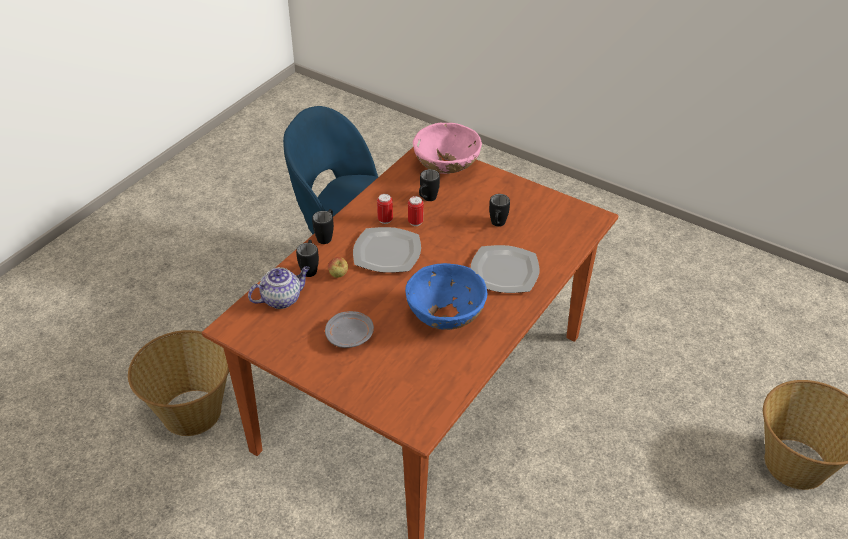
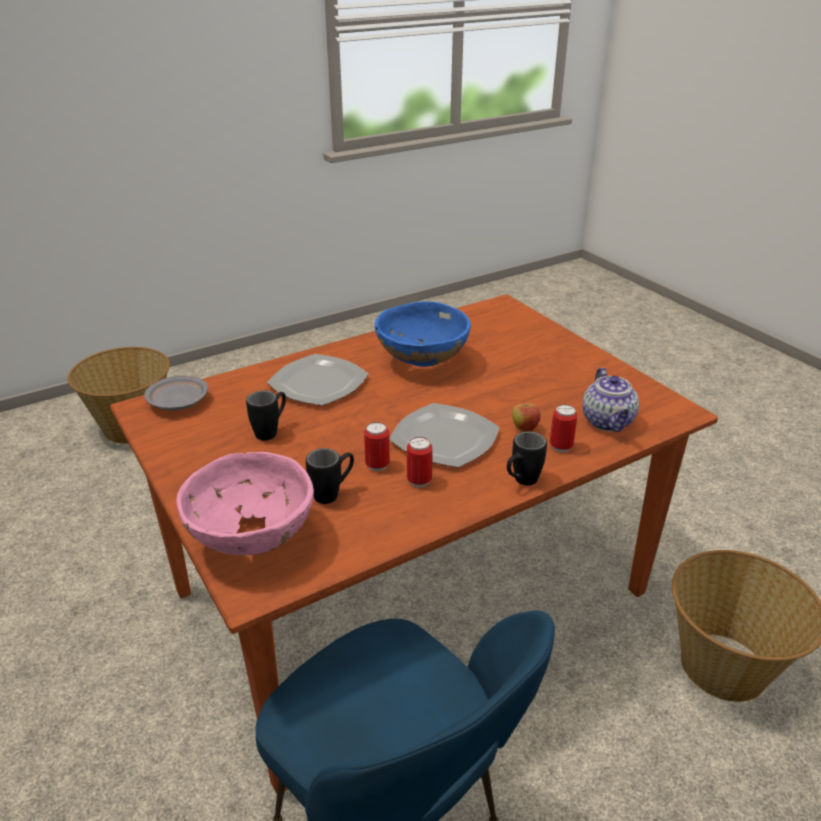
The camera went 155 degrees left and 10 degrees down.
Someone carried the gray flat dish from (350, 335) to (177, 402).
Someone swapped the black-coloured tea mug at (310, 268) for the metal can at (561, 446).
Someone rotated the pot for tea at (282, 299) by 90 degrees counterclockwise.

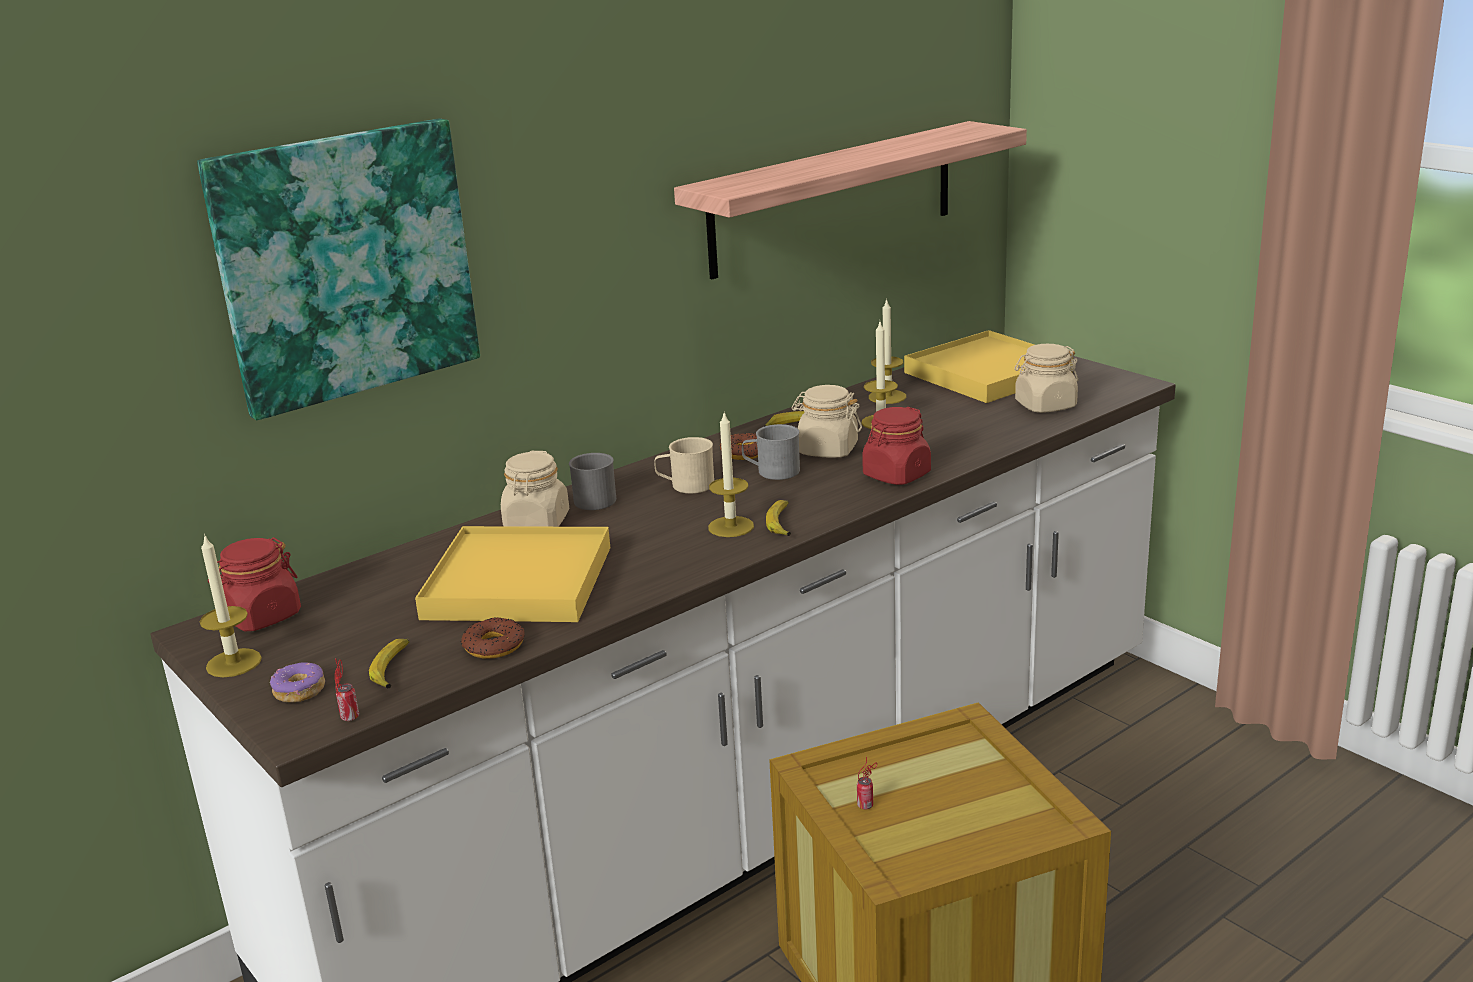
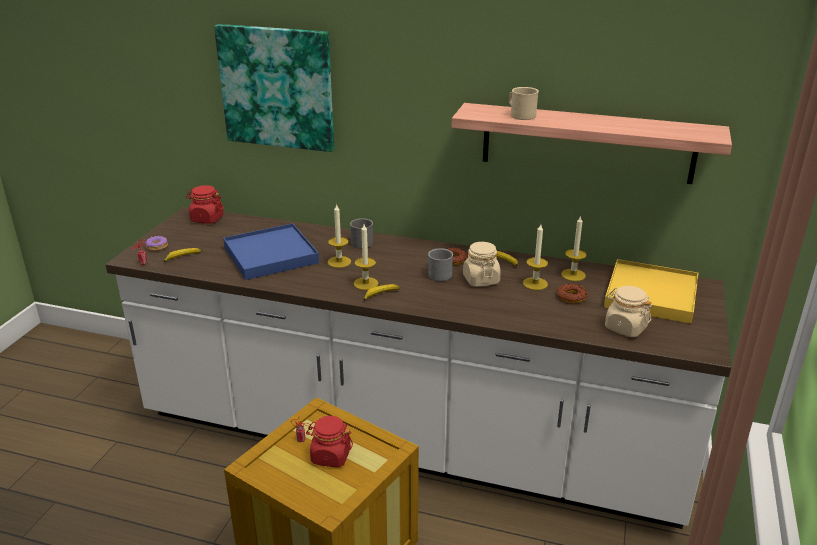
The camera went 55 degrees right and 5 degrees up.
Someone repainted the yellowish serving tray at (519, 582), which became the blue serving tray at (271, 255).
Someone carried the reddish storage jar from (896, 475) to (330, 456).
Someone carried the wax candle from (234, 663) to (339, 262).
Someone carried the beige-coloured tea mug from (685, 485) to (520, 115).
Someone carried the ring doughnut from (494, 646) to (571, 297).
Someone took away the beige-coloured storage jar at (537, 522).

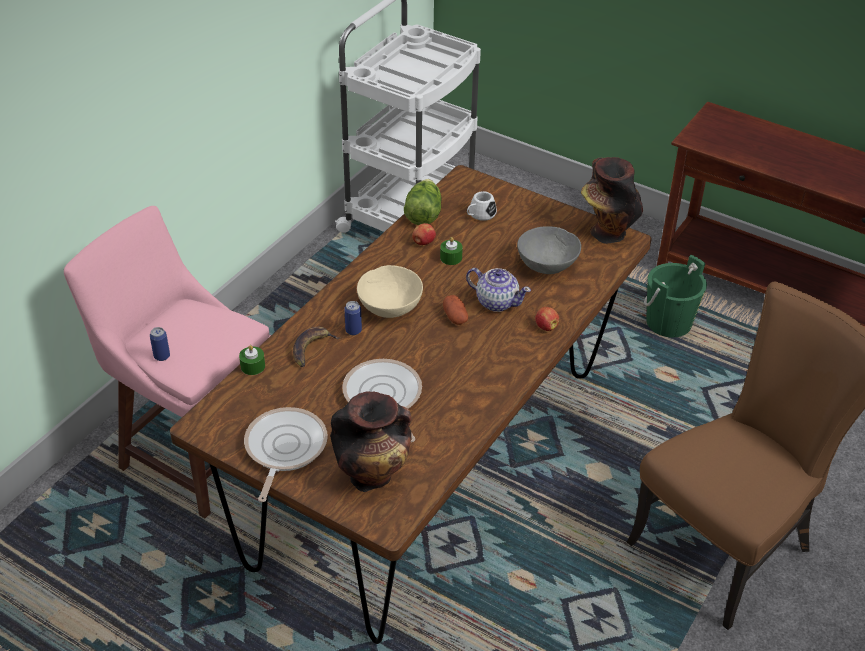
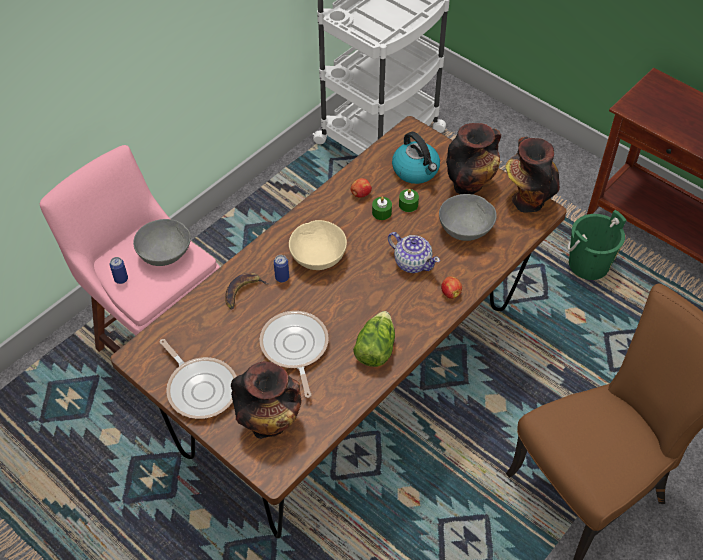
The camera went 10 degrees right and 10 degrees up.
Someone put down the gray serving bowl at (165, 254).
Someone rotated the pan at (283, 449) by 120 degrees clockwise.
Someone carried the head of lettuce from (423, 213) to (375, 348).
Someone swapped the white-coloured tea mug at (479, 215) for the water kettle at (416, 170).
Someone carried the greenish wax candle from (252, 366) to (408, 205).
Someone put down the decorative vase at (469, 184).
Someone took away the potato at (455, 317).

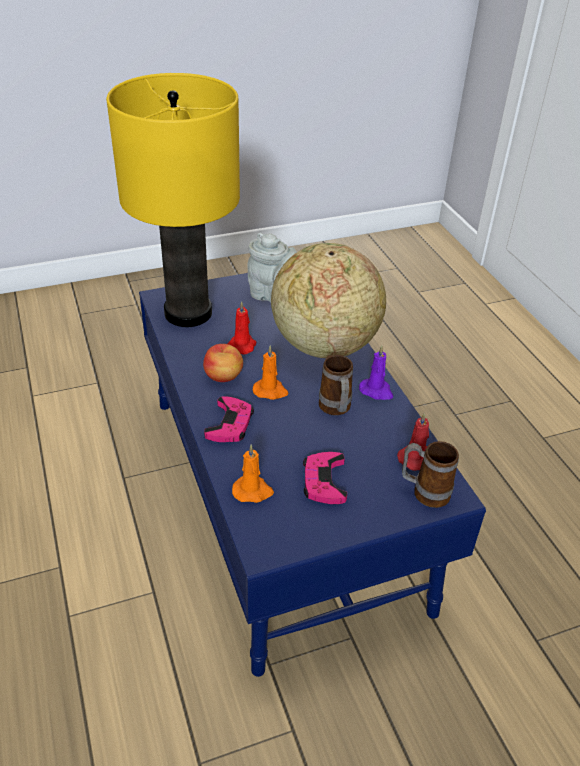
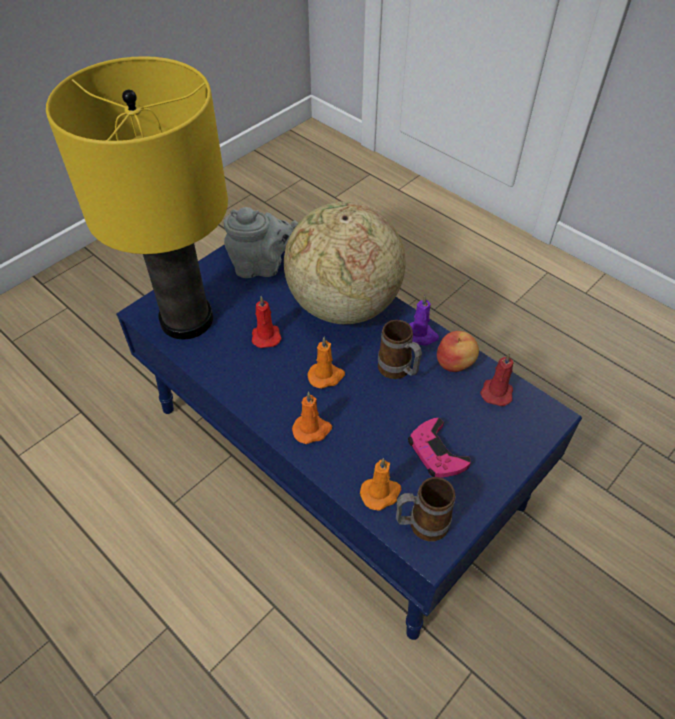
The camera went 25 degrees left and 10 degrees up.
Someone swapped the pinkish game controller at (230, 424) for the orange-coloured wax candle at (312, 430).
Someone carried the tea mug from (424, 492) to (420, 525).
Someone carried the apple fruit from (223, 376) to (455, 363).

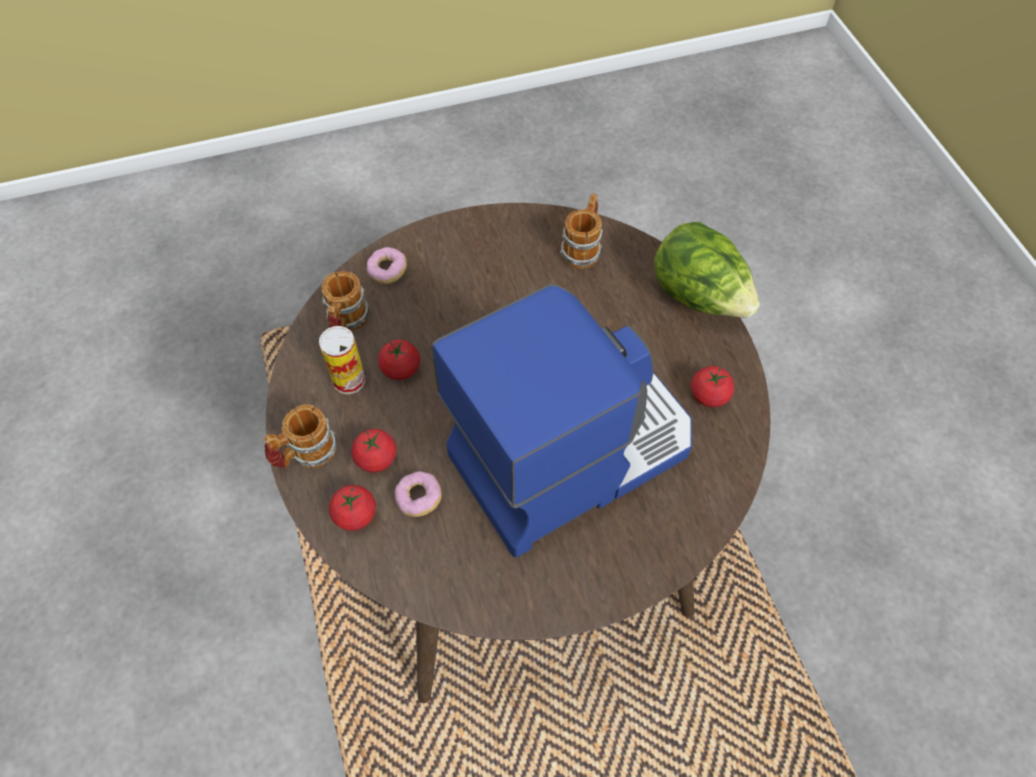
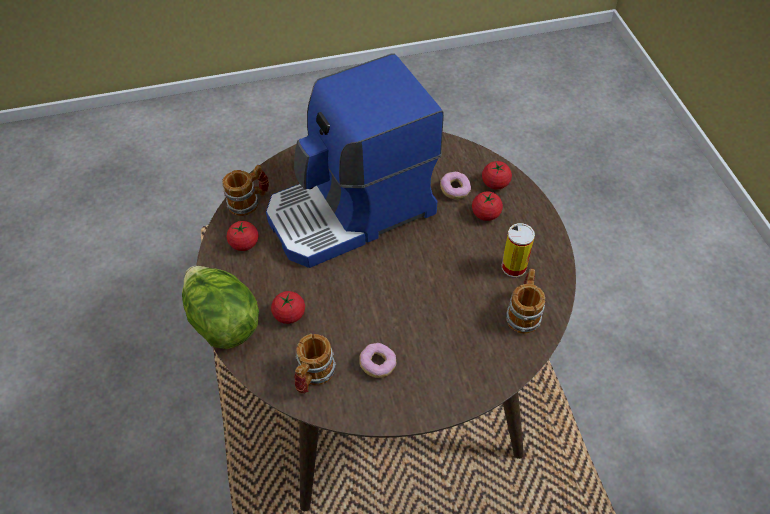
The camera went 175 degrees left and 5 degrees down.
Someone carried the tea mug from (305, 454) to (249, 202).
Someone carried the fresh tomato from (401, 369) to (289, 314).
Someone carried the ring doughnut from (388, 271) to (378, 364).

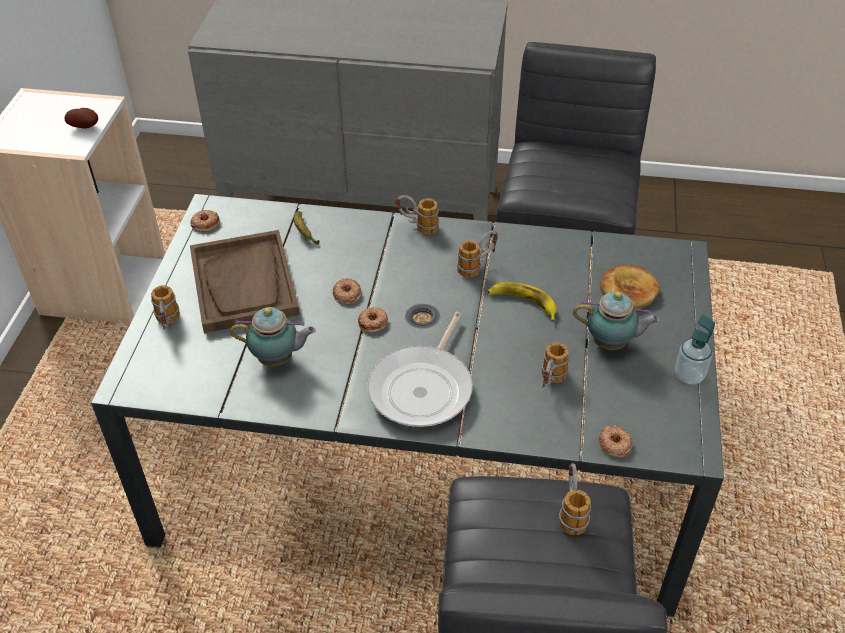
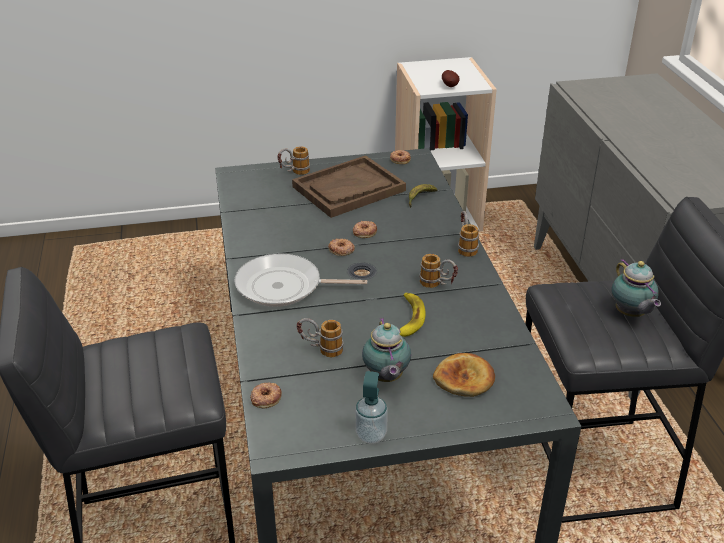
The camera went 70 degrees right and 10 degrees down.
Someone carried the pot for tea from (278, 359) to (630, 314).
Someone took away the tea mug at (571, 511).

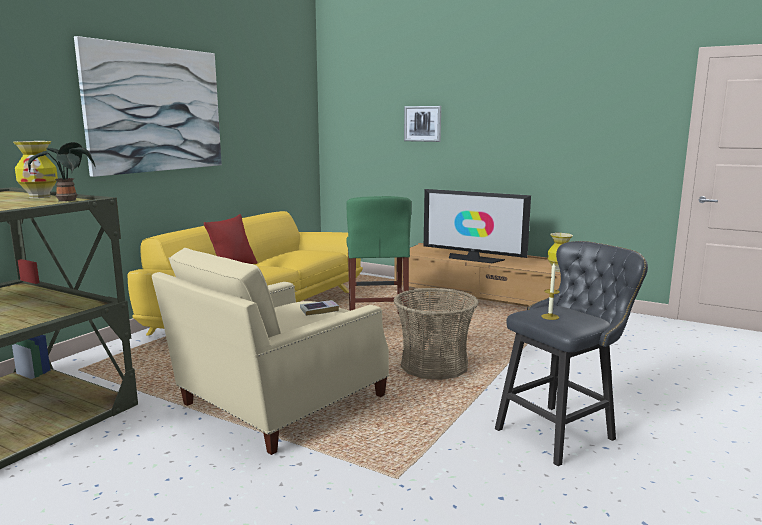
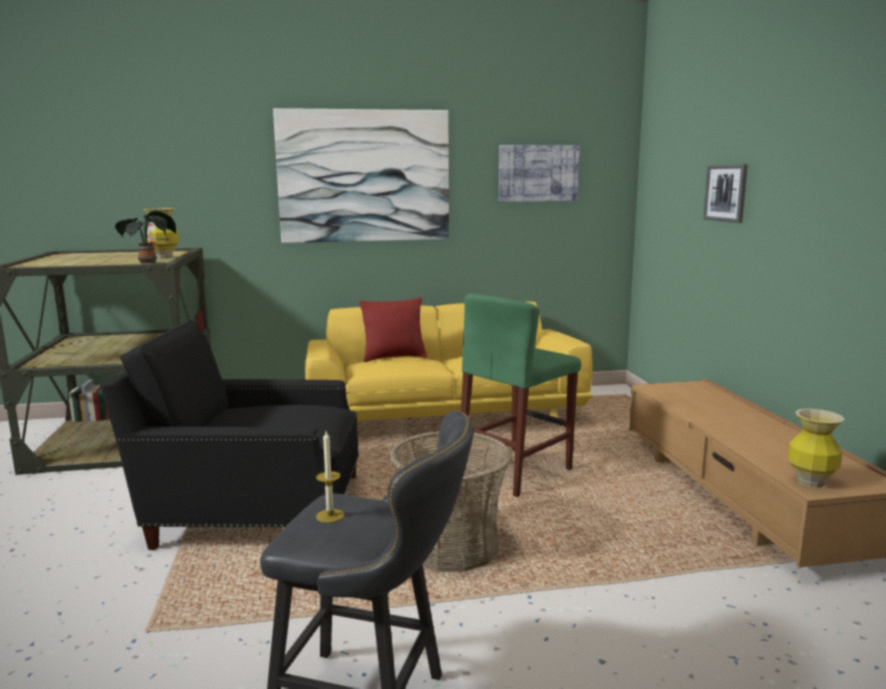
The camera went 50 degrees right and 0 degrees up.
Someone repainted the beige-coloured easy chair at (280, 402), which became the black-coloured easy chair at (255, 509).
Someone put up the picture at (538, 173).
Someone took away the bound book at (319, 310).
Someone took away the TV at (473, 258).

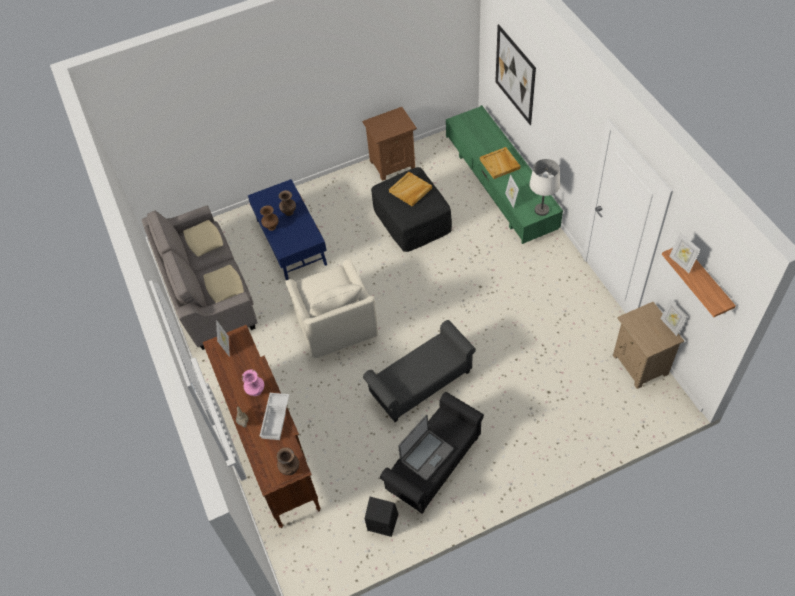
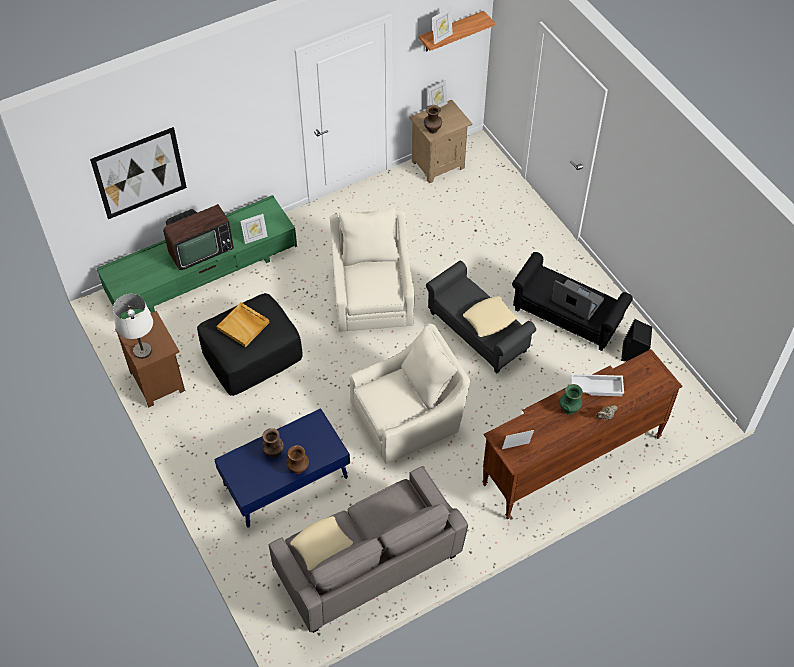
The camera went 100 degrees left and 0 degrees up.
Someone carried the white-coloured tabletop lamp from (542, 210) to (142, 351).
Someone swapped the beige-coloured serving tray at (500, 164) for the TV at (199, 249).
Someone put down the beige-coloured easy chair at (372, 296).
Someone carried the brown-coloured decorative vase from (290, 469) to (432, 130).
Someone carried the beige-coloured throw pillow from (224, 286) to (489, 319).
Someone repainted the pinkish decorative vase at (256, 392), which became the greenish decorative vase at (569, 409).

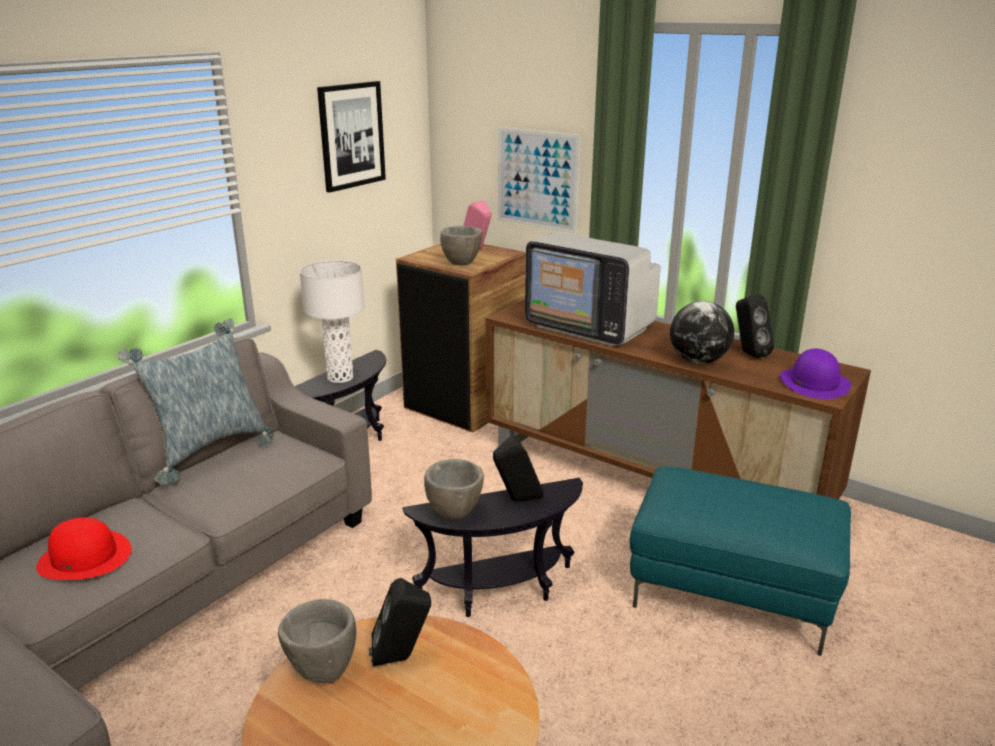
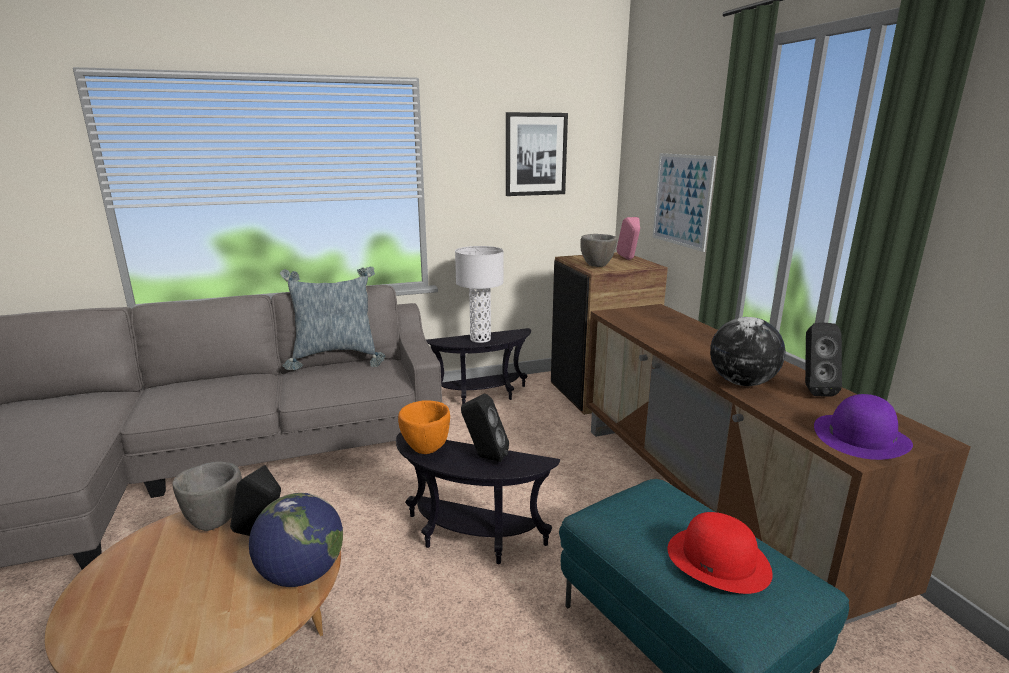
The camera went 35 degrees right and 5 degrees down.
Someone put down the world globe at (302, 574).
Someone repainted the gray serving bowl at (454, 514), which became the orange-coloured serving bowl at (426, 449).
Someone carried the reddish wearable hat from (85, 557) to (718, 559).
Someone took away the TV at (589, 327).

